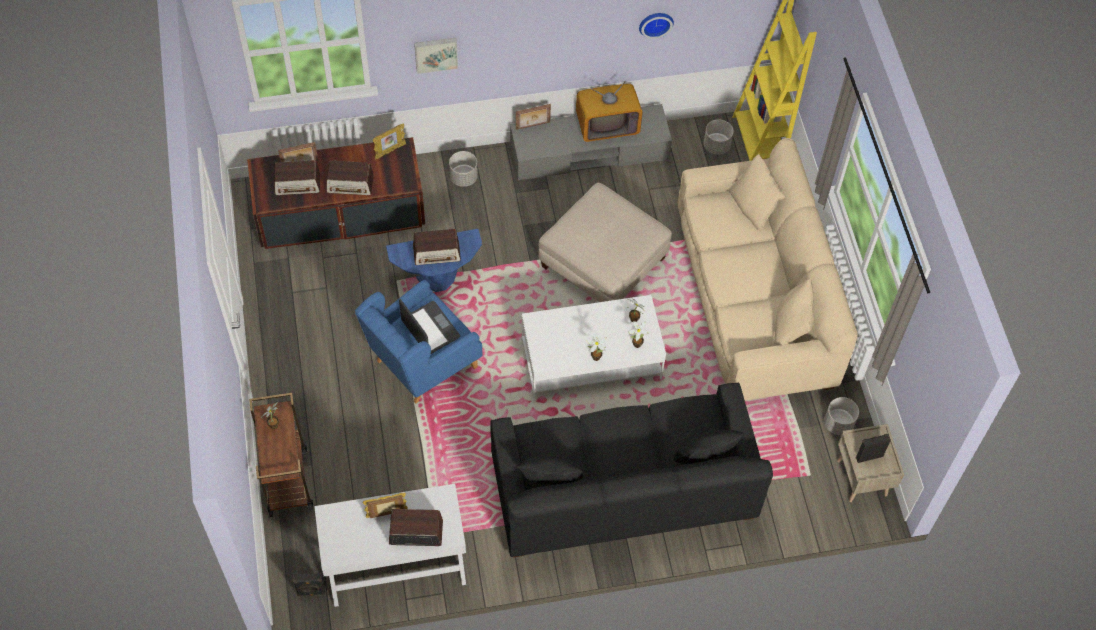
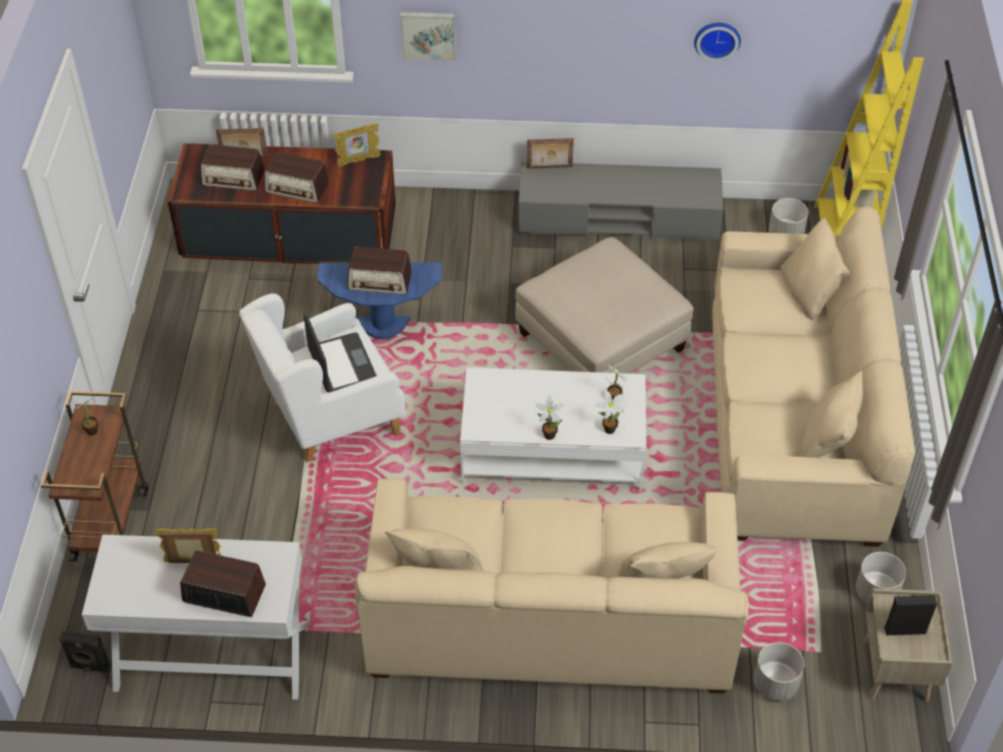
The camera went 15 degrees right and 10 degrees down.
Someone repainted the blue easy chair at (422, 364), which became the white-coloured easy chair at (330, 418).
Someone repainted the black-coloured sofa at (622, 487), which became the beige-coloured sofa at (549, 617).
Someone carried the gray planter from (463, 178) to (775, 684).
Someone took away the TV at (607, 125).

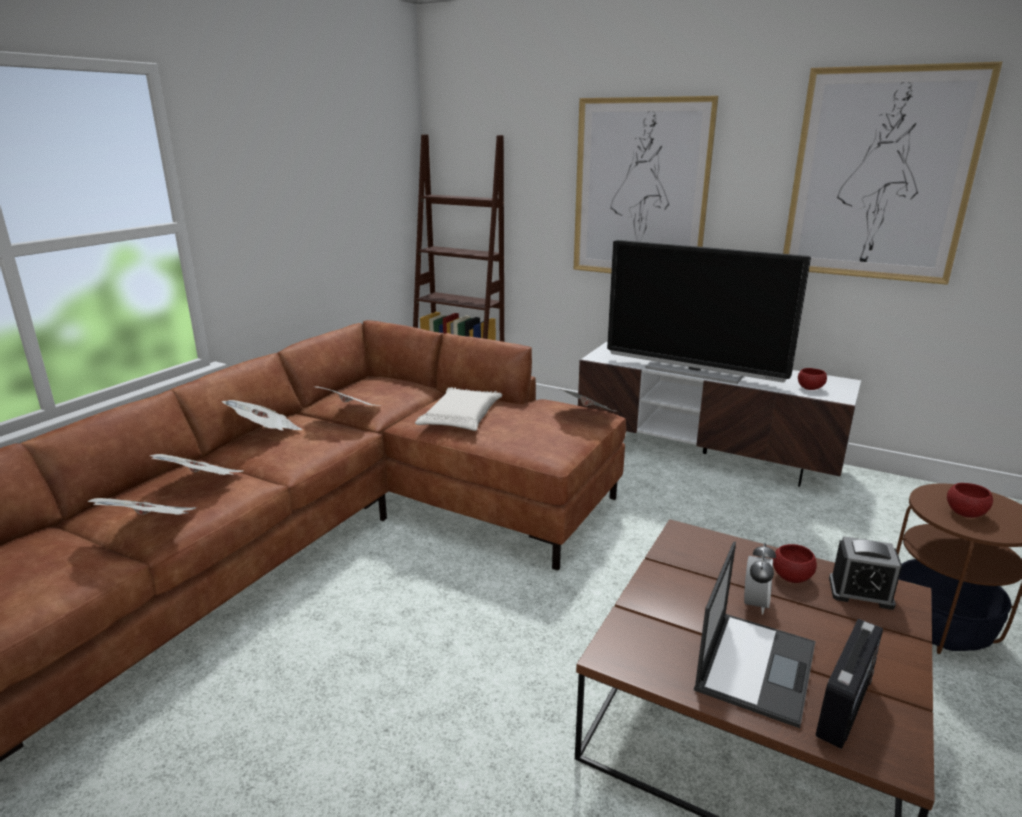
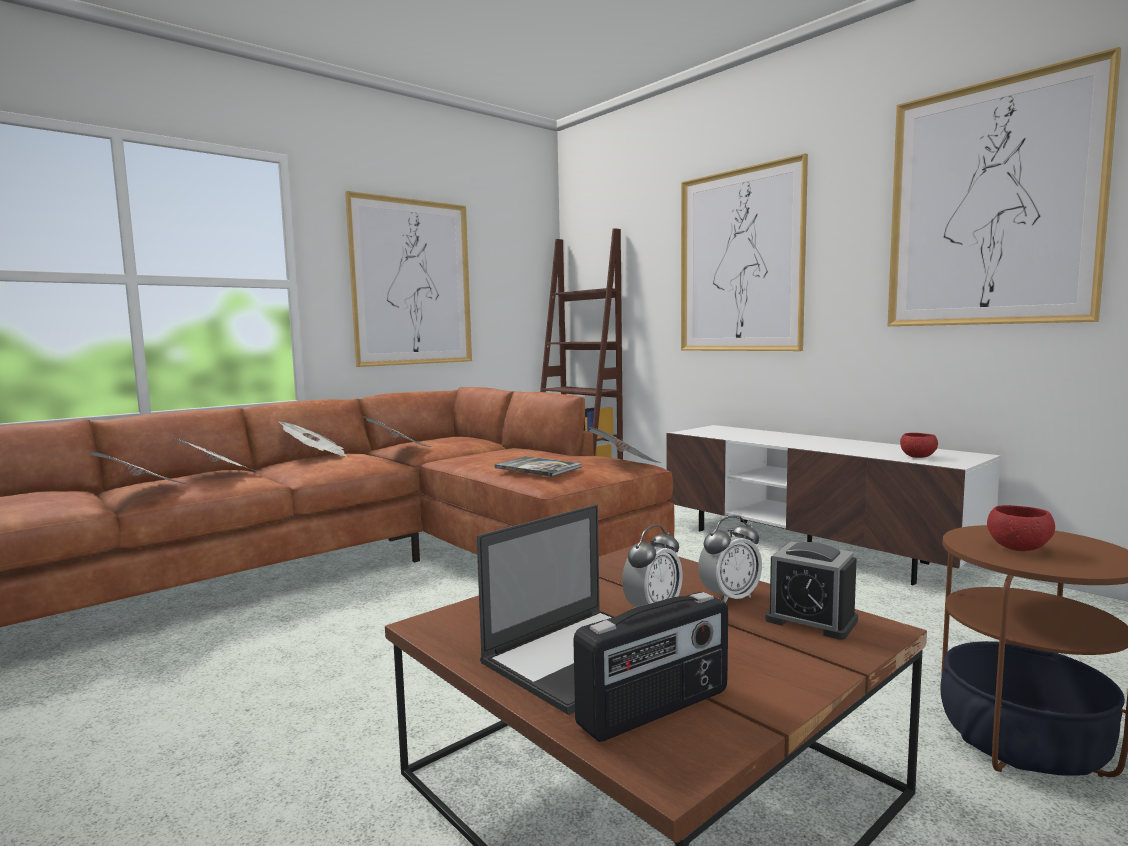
The camera went 20 degrees right and 15 degrees down.
Someone put up the picture at (412, 283).
Someone put down the bound book at (538, 468).
Someone swapped the reddish serving bowl at (791, 577) for the bedside clock at (729, 598).
Someone took away the white-coloured throw pillow at (461, 415).
Someone took away the TV at (694, 371).

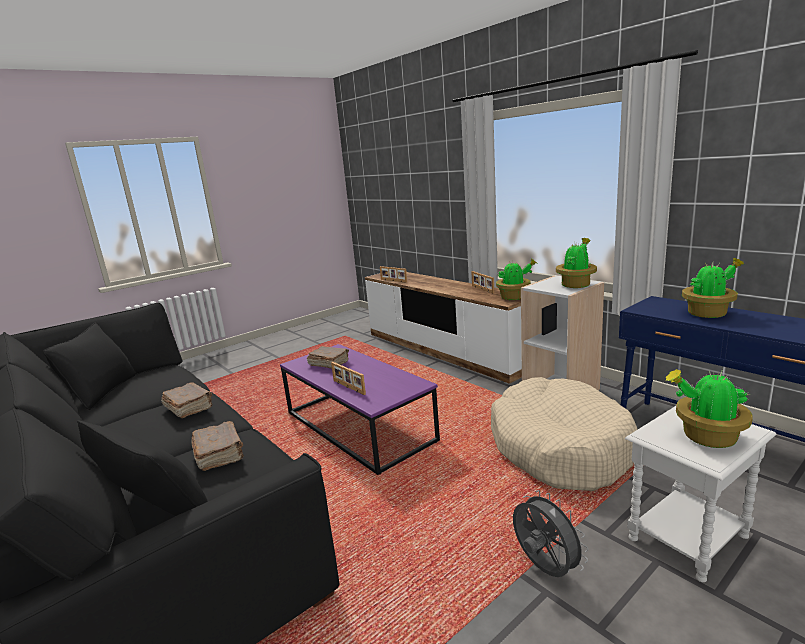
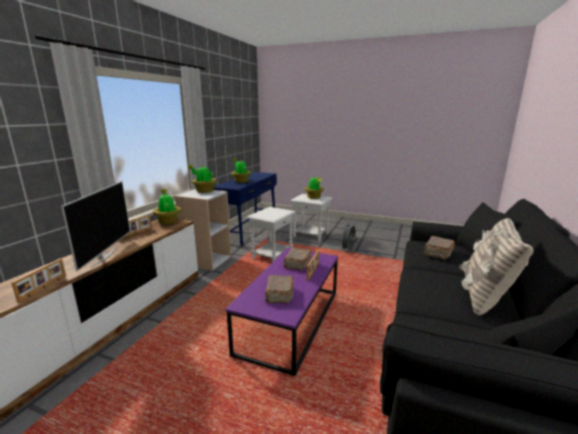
The camera went 120 degrees left and 0 degrees up.
Someone put down the TV at (104, 256).
Someone swapped the beige-coloured dog bed at (559, 447) for the white-coloured end table at (271, 255).
Someone carried the brown-coloured bound book from (189, 408) to (297, 264).
Someone put down the beige-coloured throw pillow at (483, 296).

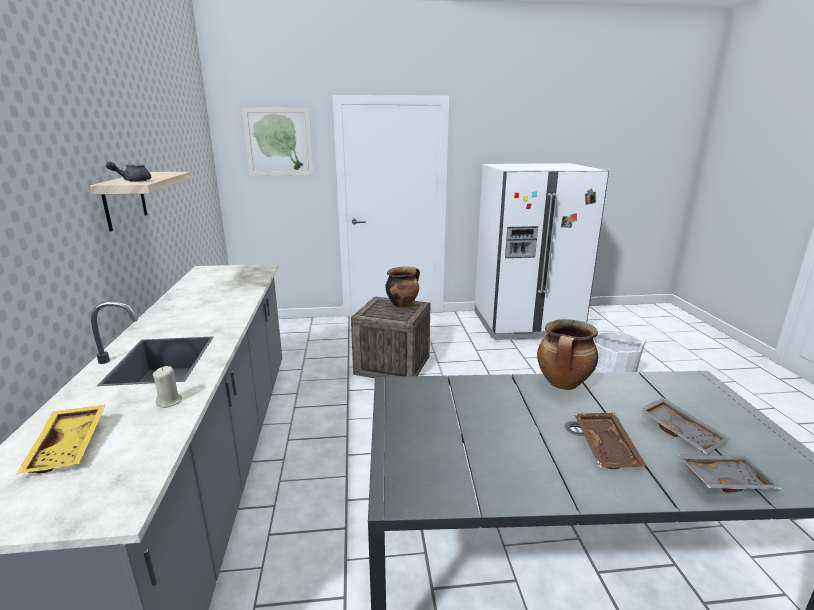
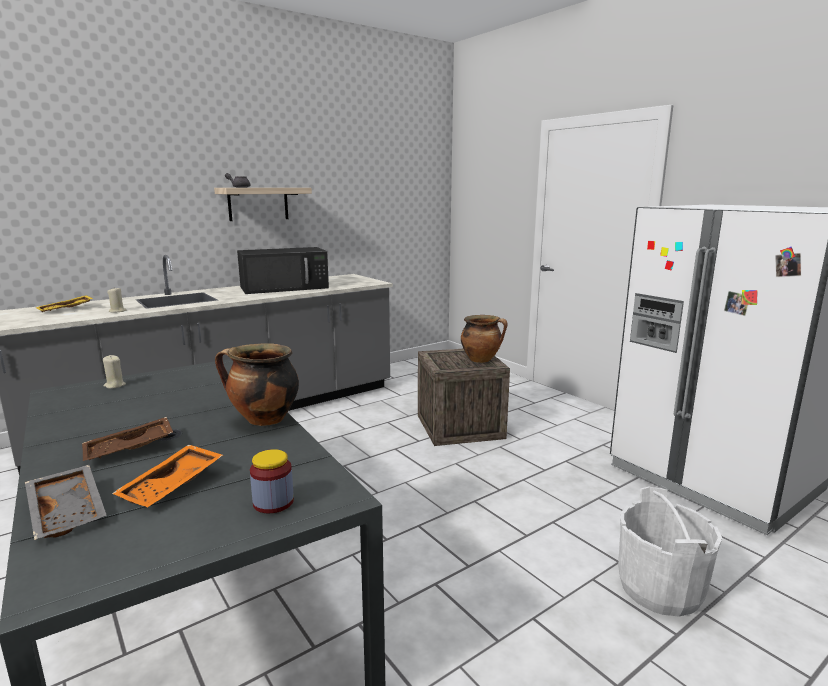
The camera went 60 degrees right and 5 degrees down.
Someone put down the beige-coloured wax candle at (115, 385).
Someone repainted the gray serving tray at (681, 432), which became the orange-coloured serving tray at (173, 486).
Someone put down the black-coloured microwave at (285, 287).
Someone put down the storage jar at (273, 502).
Someone took away the picture at (279, 142).

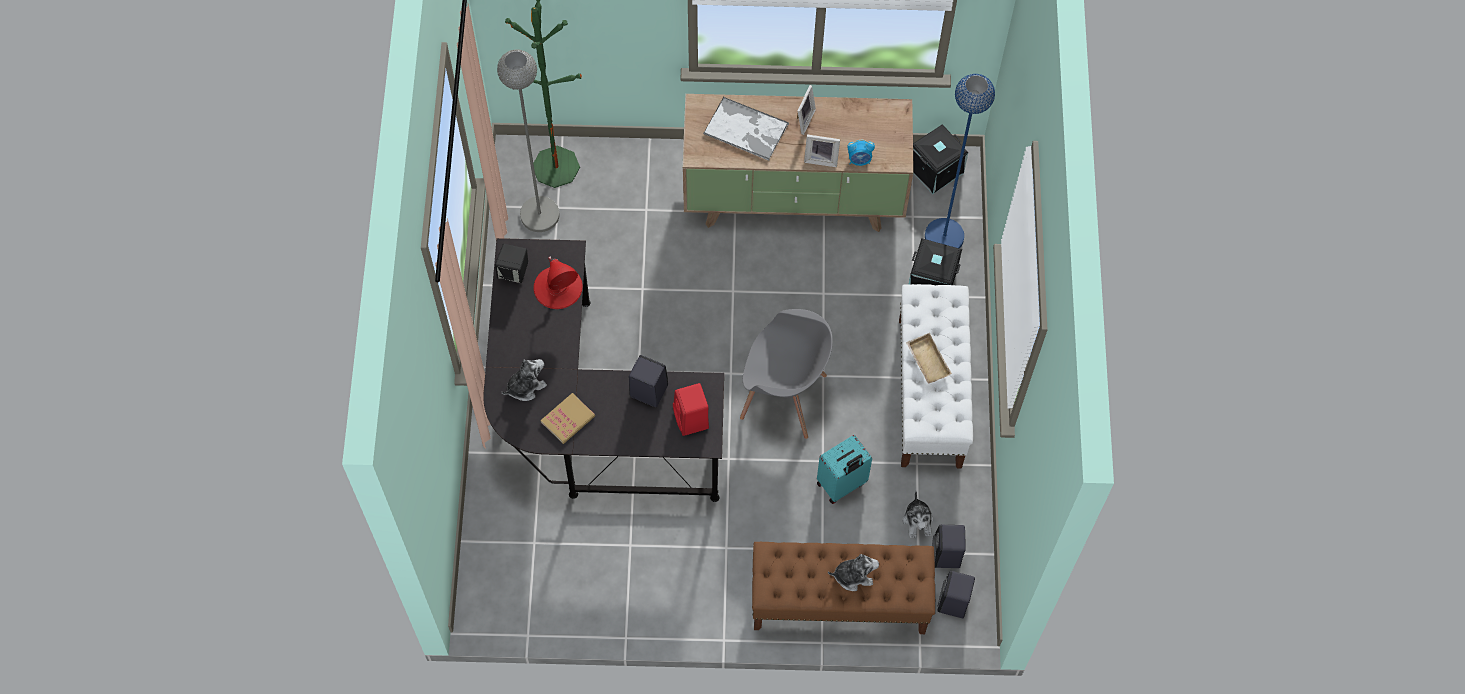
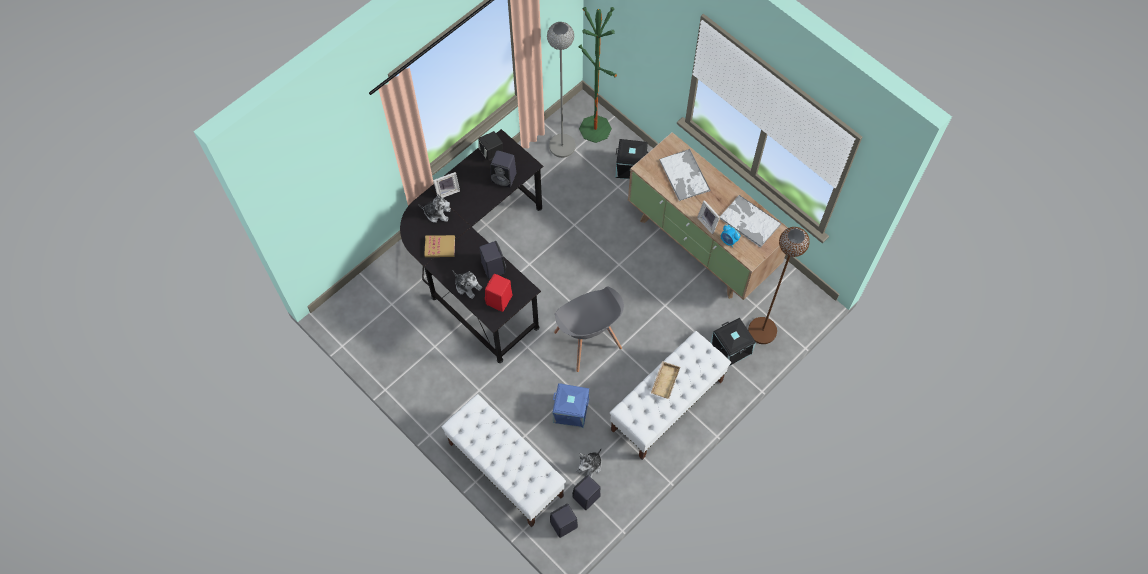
The camera went 45 degrees right and 0 degrees up.
Someone carried the standing frame from (802, 119) to (447, 191).
Someone repainted the brown-coloured long seat at (838, 602), which became the white-coloured long seat at (505, 469).
Someone carried the plush toy from (853, 575) to (468, 286).
Someone swapped the reddish tabletop lamp at (558, 287) for the black-coloured audio speaker at (505, 177).
Someone swapped the blue-green travel case at (842, 484) for the blue storage box at (570, 411).
Someone carried the black-coloured storage box from (935, 168) to (631, 166).
Someone put down the serving tray at (749, 221).
Someone repainted the blue standard lamp at (944, 237), which became the brown-coloured standard lamp at (762, 331).

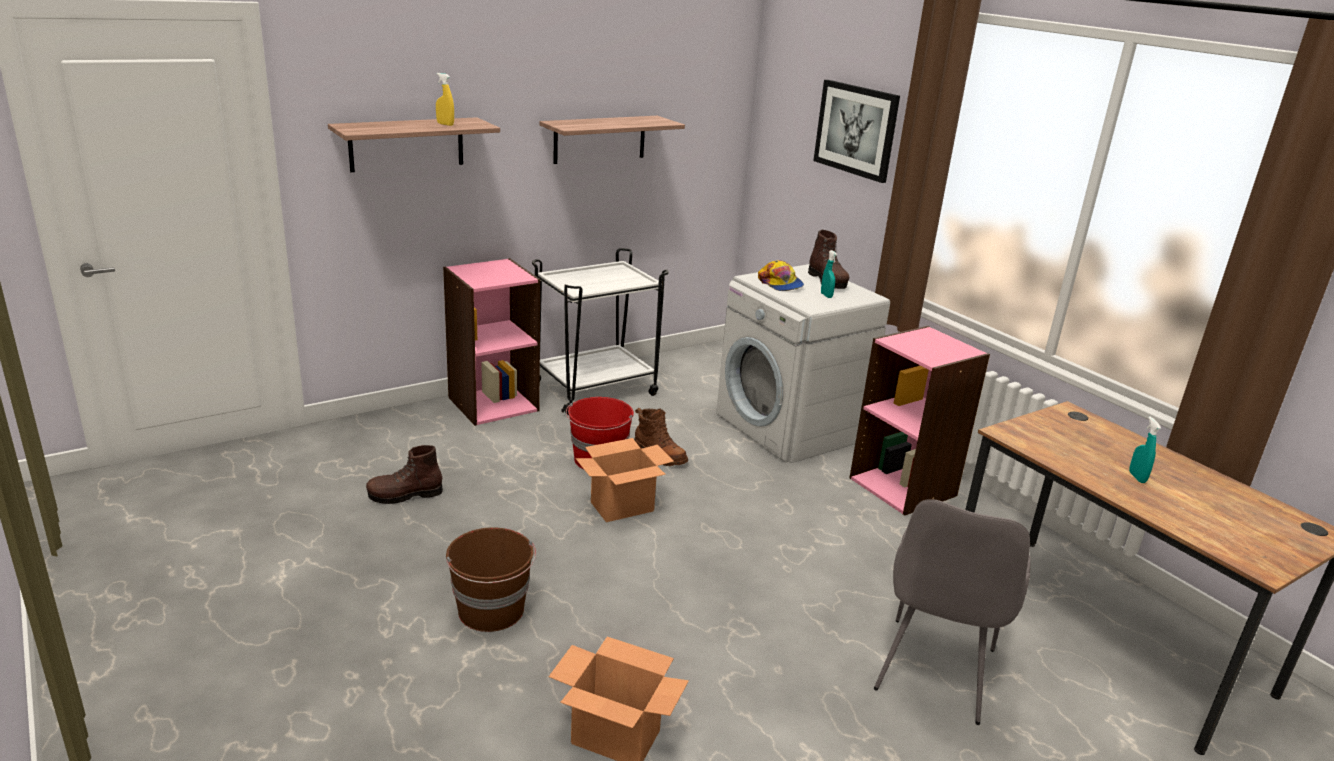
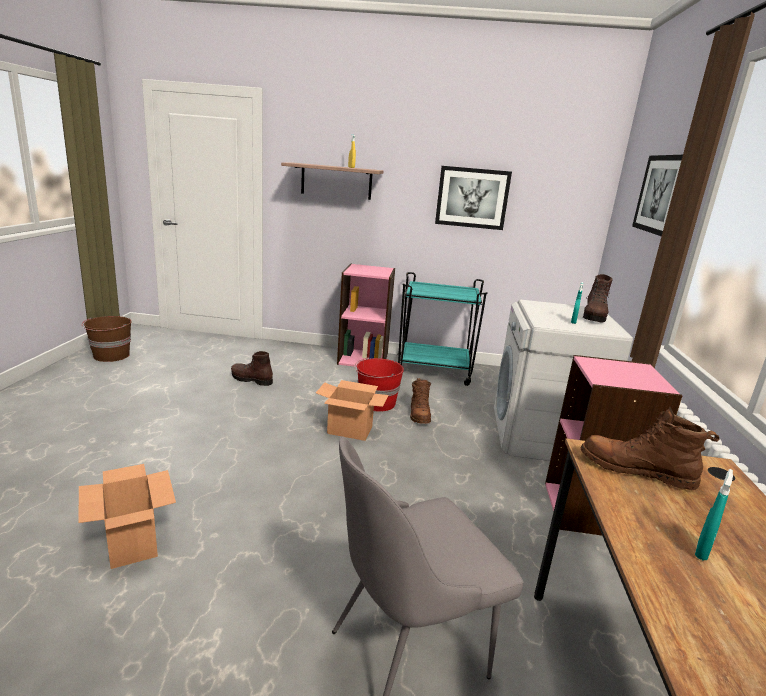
The camera went 40 degrees right and 5 degrees down.
Someone carried the brown-coloured bucket from (492, 611) to (111, 356).
Someone repainted the white-coloured cart at (596, 389), which became the blue-green cart at (434, 371).
Someone swapped the wall shelf at (599, 139) for the picture at (472, 198).
Someone put down the brown-coloured tall boot at (636, 470).
Someone took away the baseball cap at (780, 284).

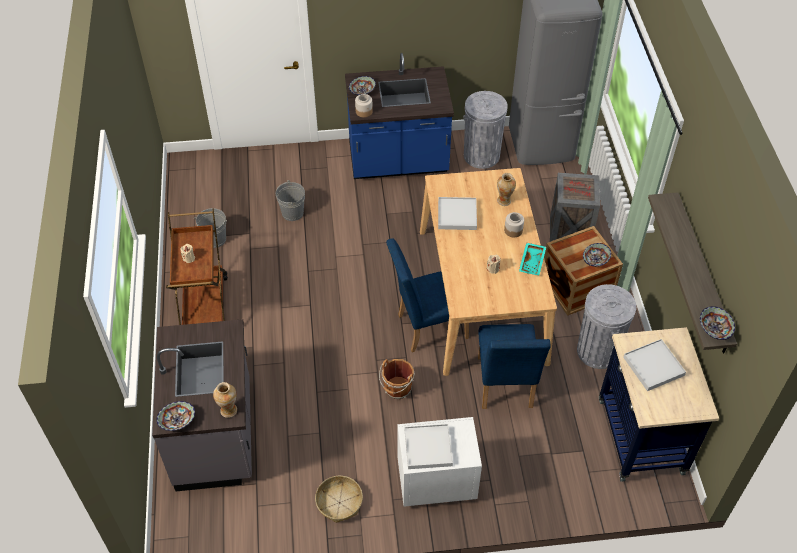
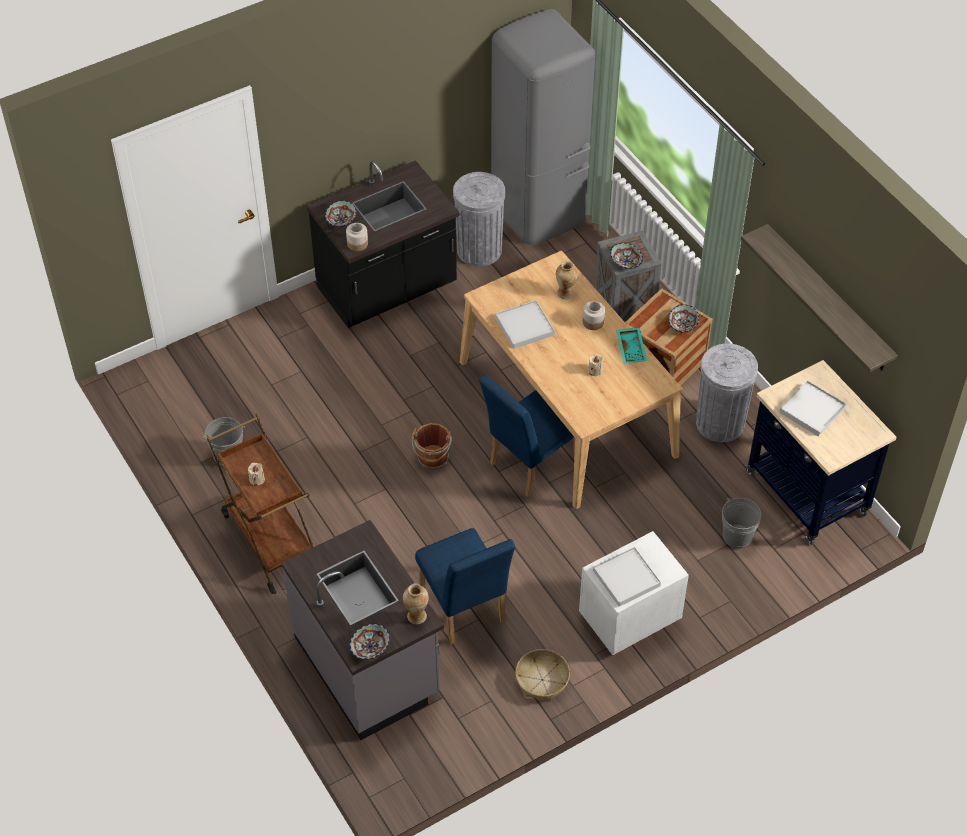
The camera went 25 degrees left and 0 degrees up.
Someone repainted the blue counter at (398, 161), which became the black-coloured counter at (387, 289).
Someone carried the brown-coloured bucket from (397, 389) to (433, 459).
Someone carried the blue plain chair from (504, 387) to (464, 611).
Someone carried the serving bowl from (715, 329) to (626, 262).
Someone carried the gray bucket from (292, 213) to (737, 536).

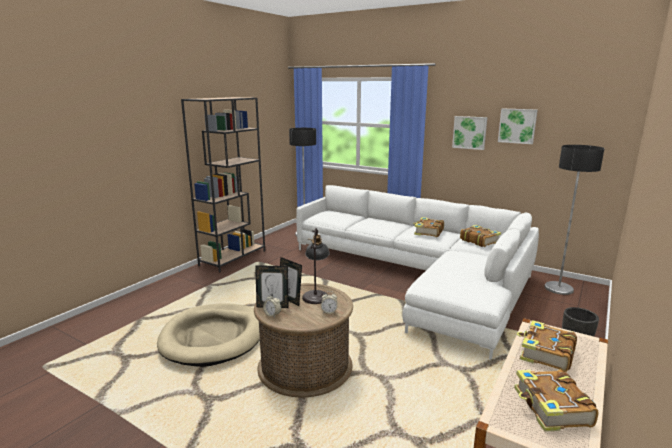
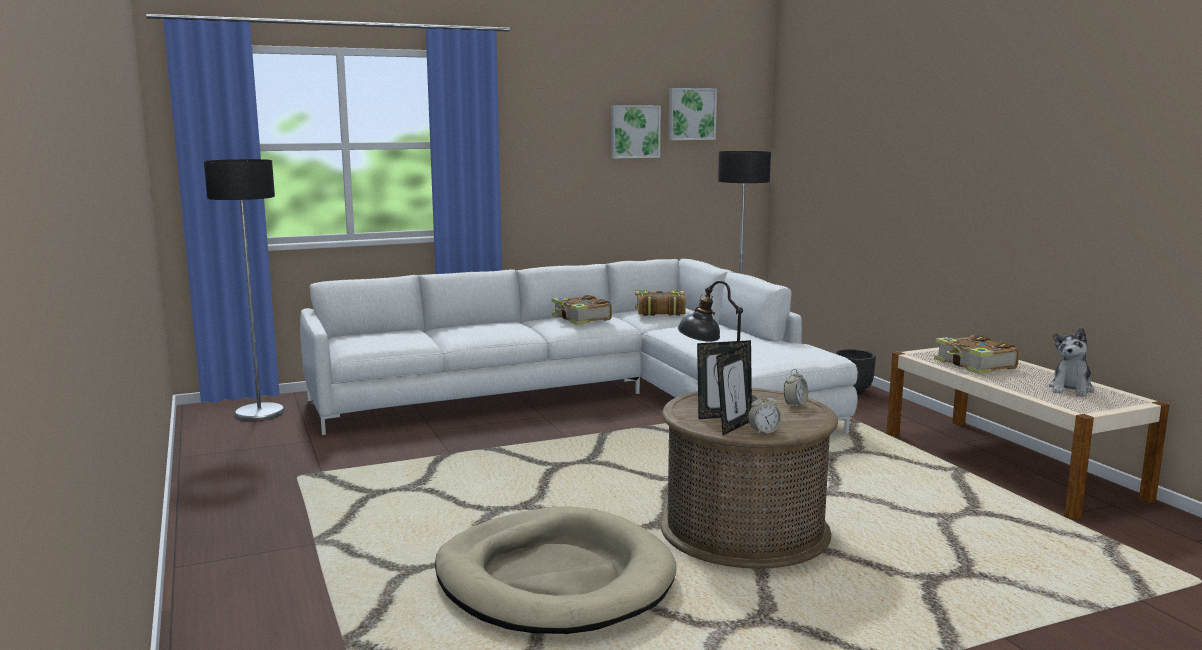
The camera went 55 degrees left and 5 degrees down.
Someone carried the picture from (469, 132) to (691, 114).
Someone swapped the bound book at (551, 408) for the plush toy at (1071, 389).
Someone took away the bookcase at (233, 258).

